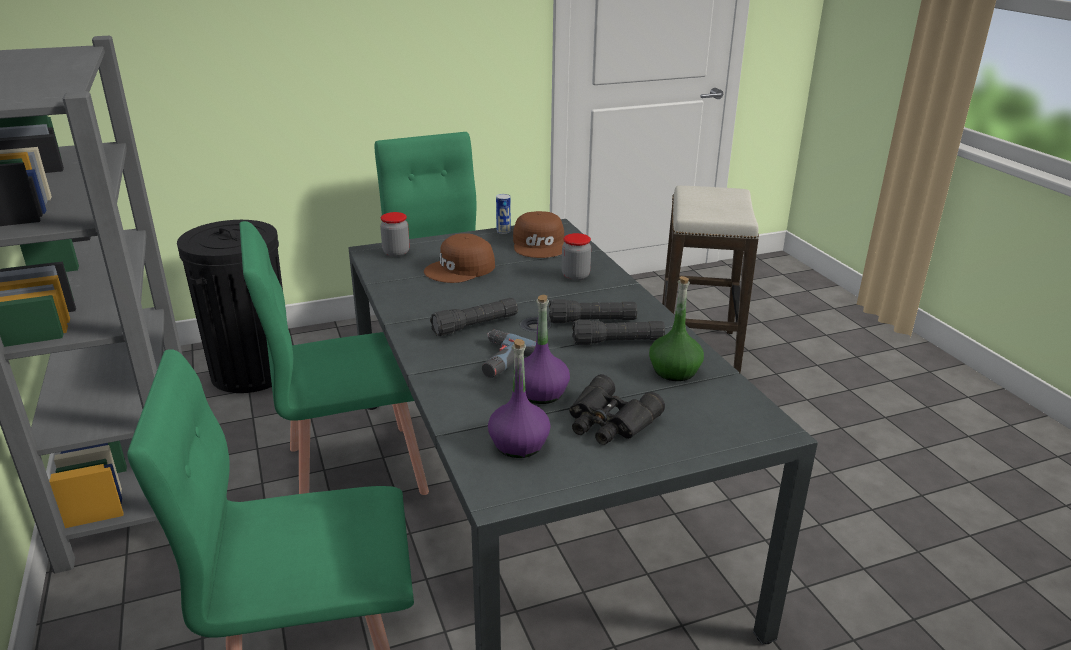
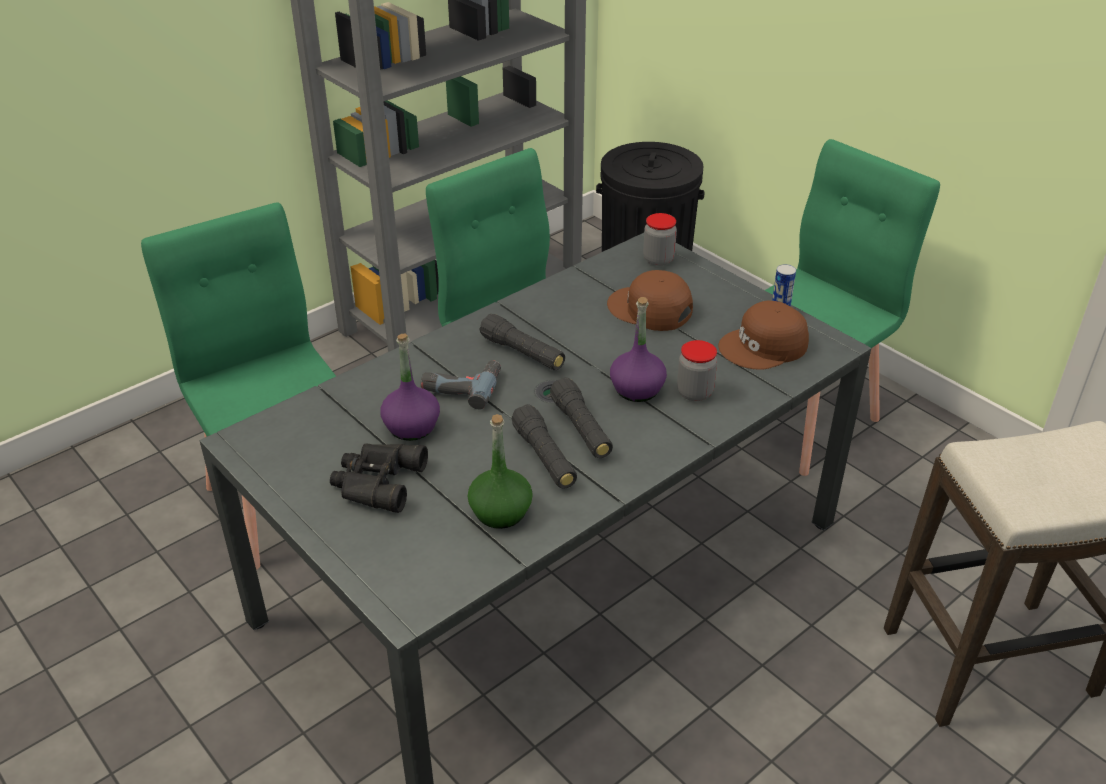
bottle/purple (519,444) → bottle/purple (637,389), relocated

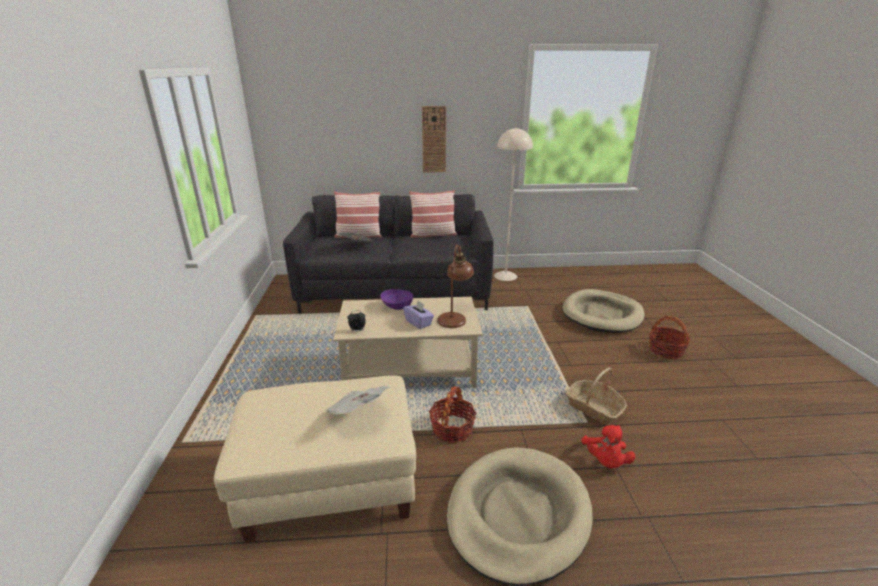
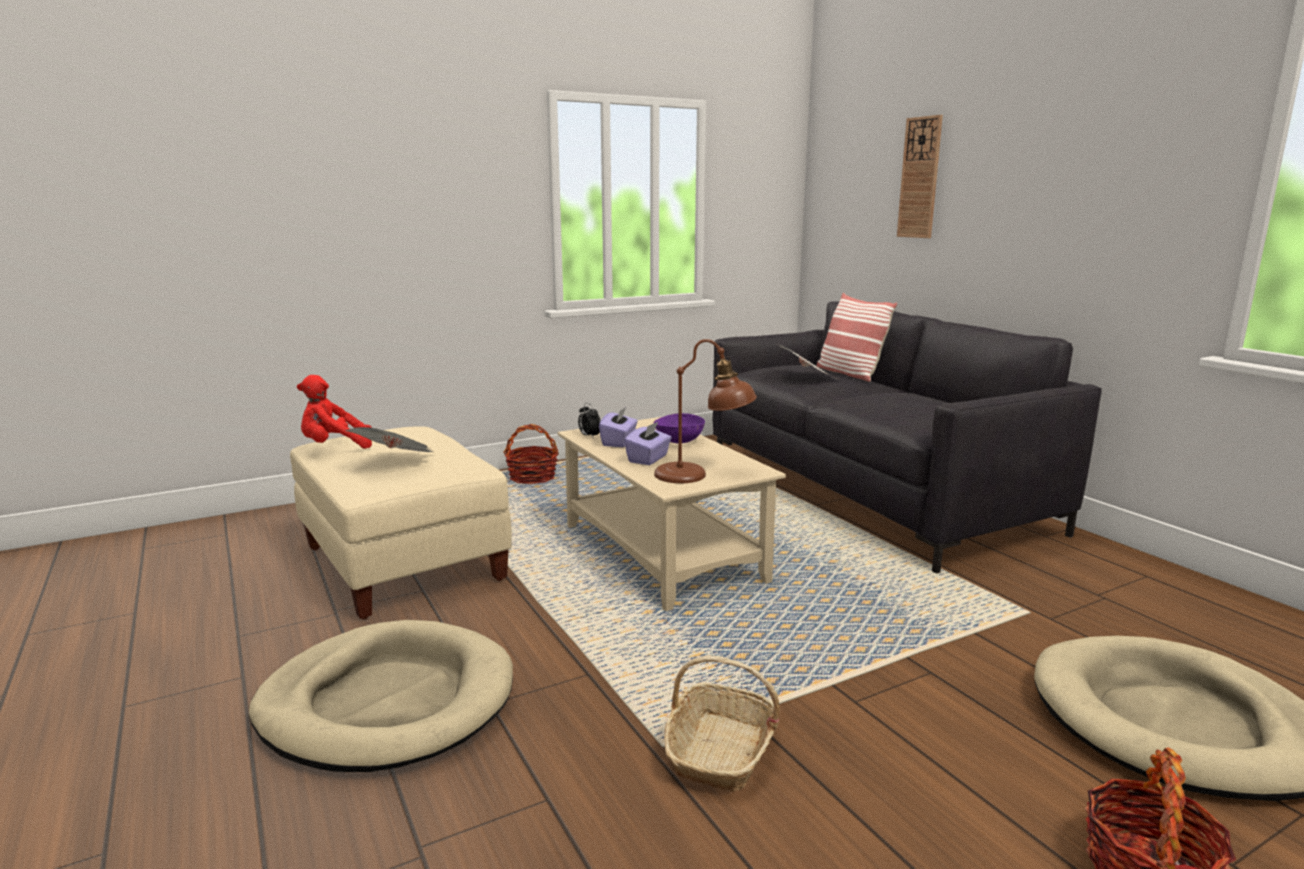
plush toy/red (605,461) → plush toy/red (334,447), relocated
basket (452,428) → basket (532,477), relocated
- → tissue box/purple (619,442)
wall clock (434,139) → wall clock (920,178), relocated
pillow (433,235) → -
floor lamp/beige (505,276) → -

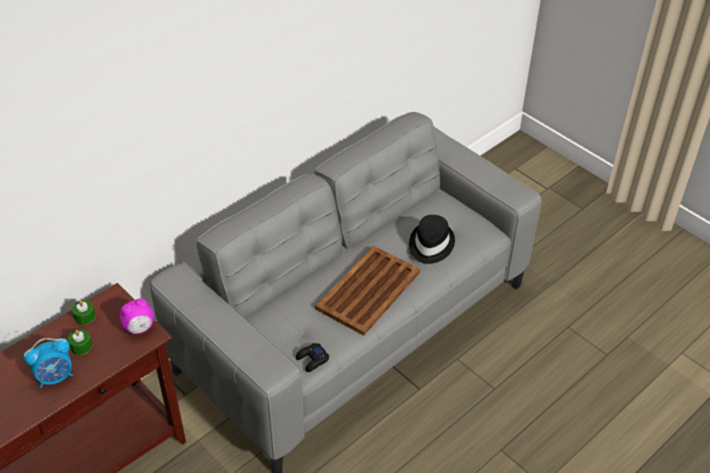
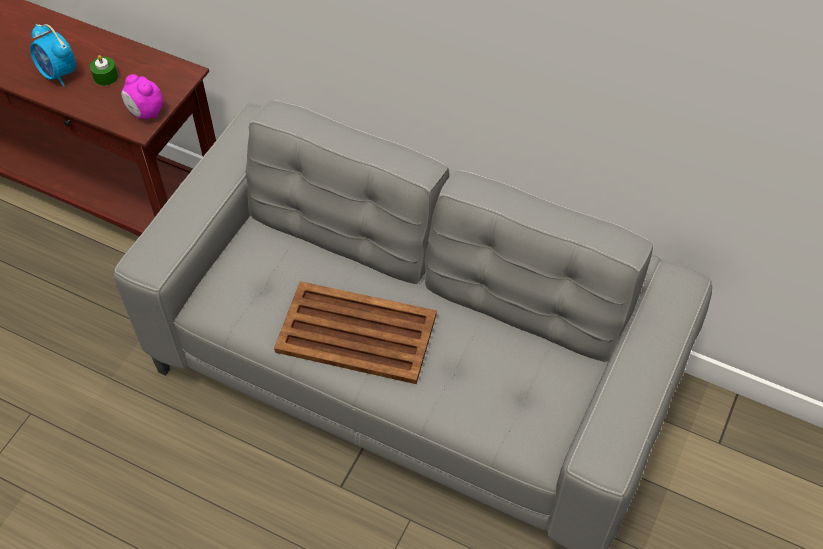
candle/green (85,316) → -
game controller/black (312,360) → -
hat/black (430,244) → -

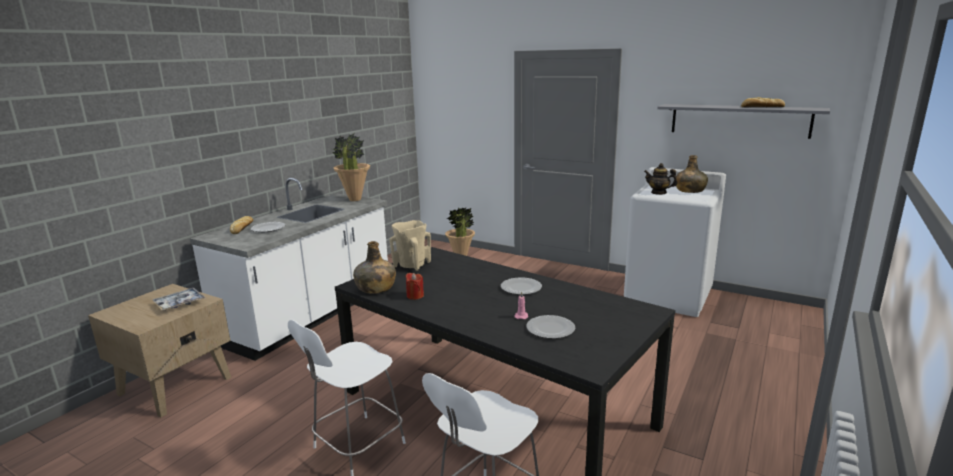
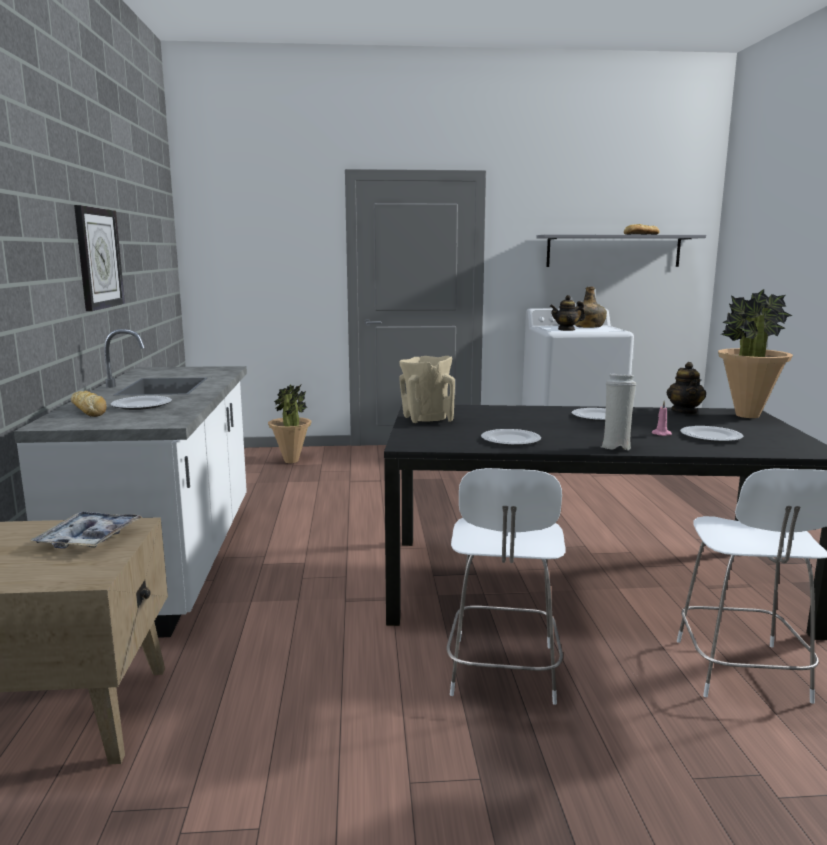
- → wall clock (98,258)
candle/red (415,296) → plate (510,440)
- → vase/white (615,447)
- → teapot (684,412)
potted plant (354,199) → potted plant (747,415), relocated
bottle/green (375,288) → -

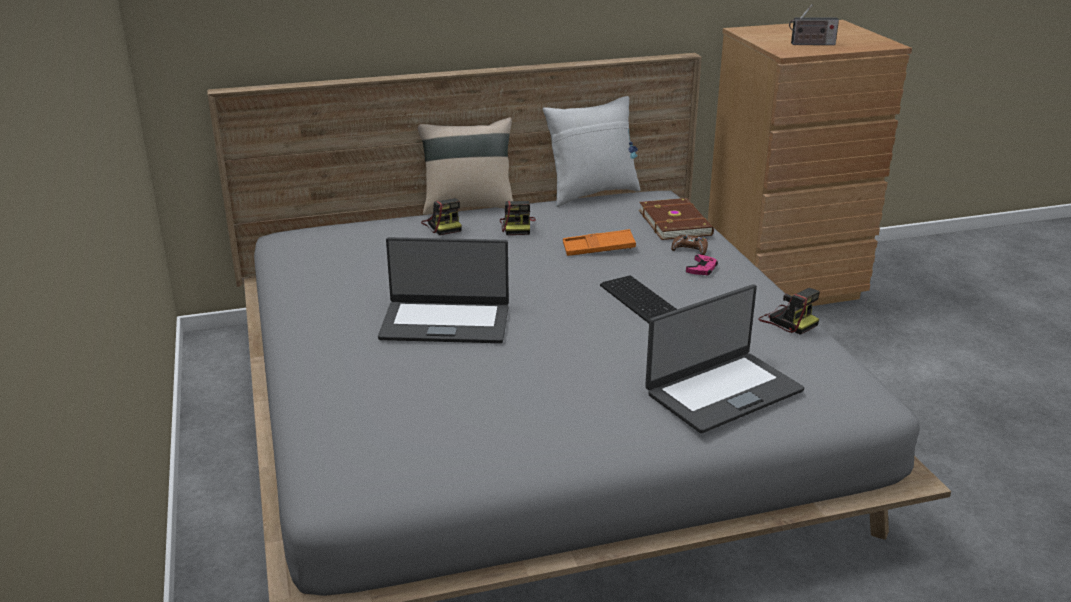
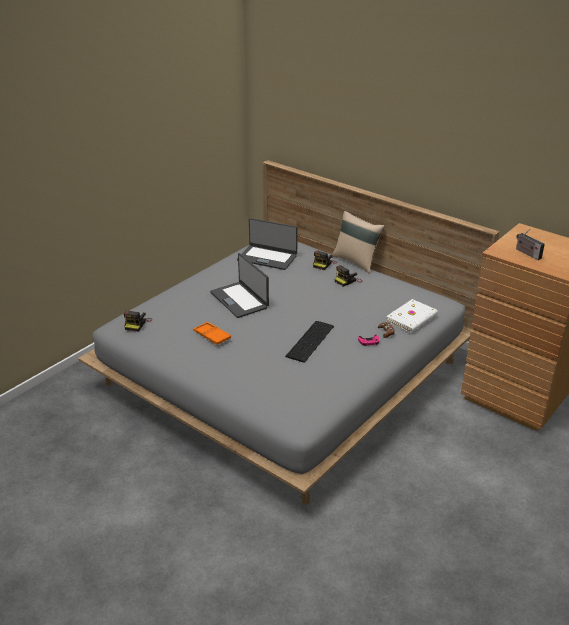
photo camera (787,321) → photo camera (137,324), relocated
tray/orange (598,248) → tray/orange (212,336), relocated
laptop (722,391) → laptop (267,257), relocated
book/brown (676,222) → book/white (412,318)
pillow/grey (592,194) → -

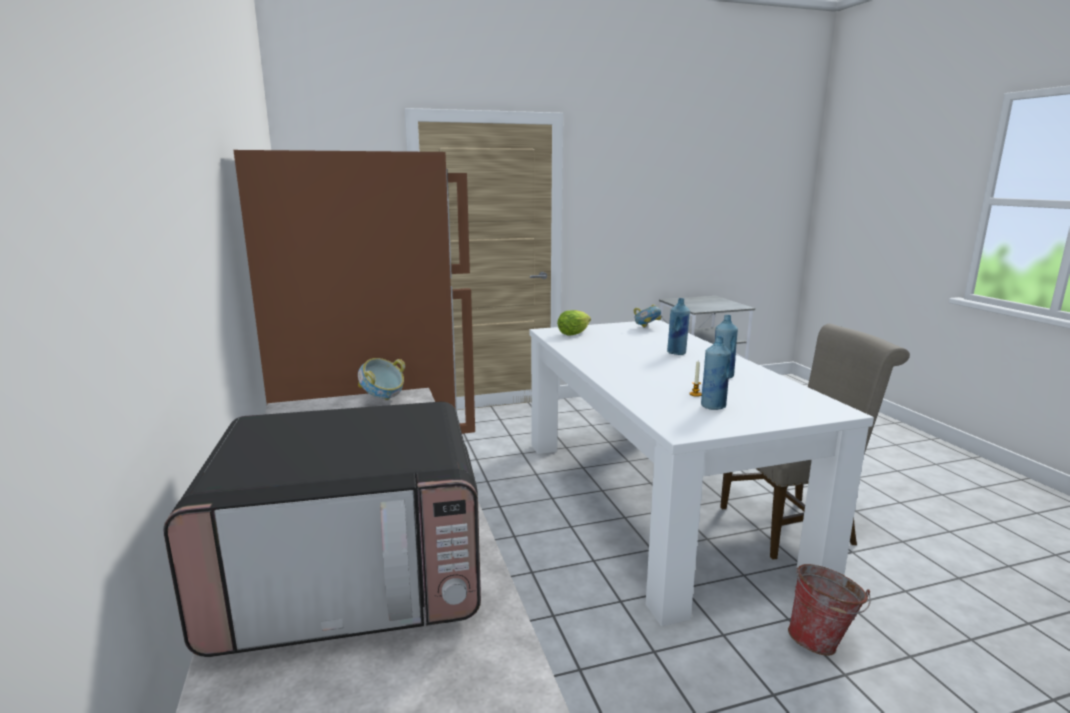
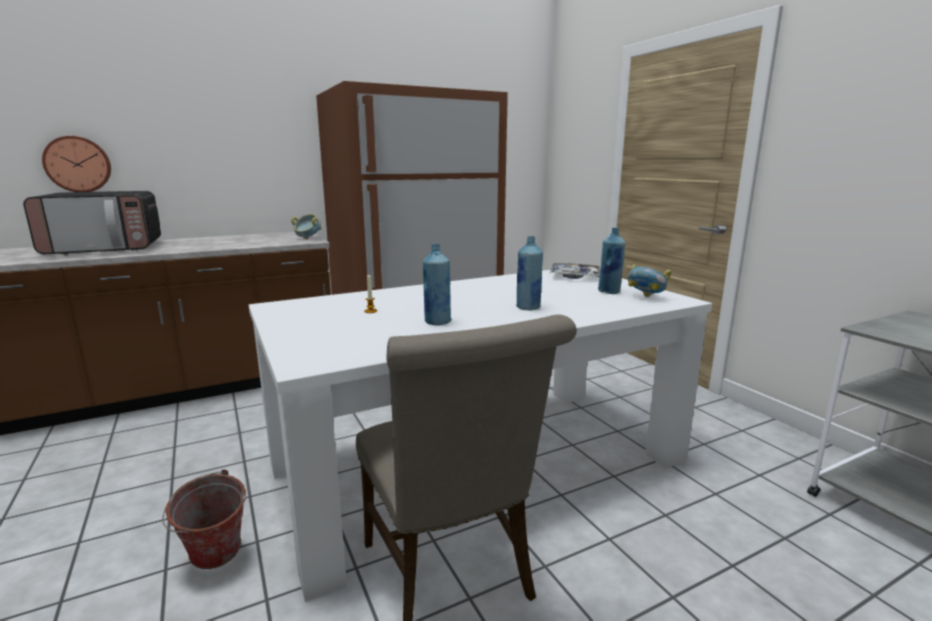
microwave (353,576) → microwave (106,248), 90 degrees counterclockwise
- → wall clock (78,164)
lettuce (573,333) → tray (575,276)
bottle/blue (713,406) → bottle/blue (609,292), relocated

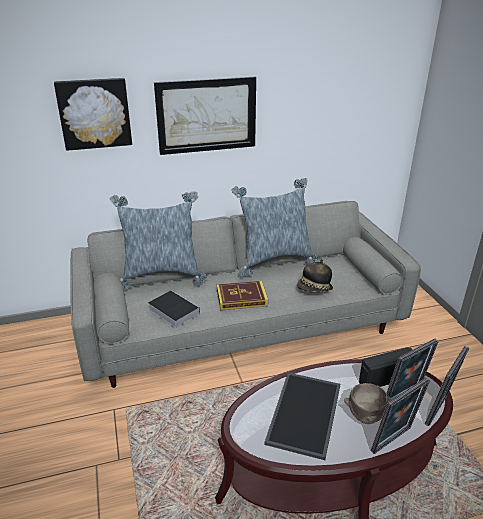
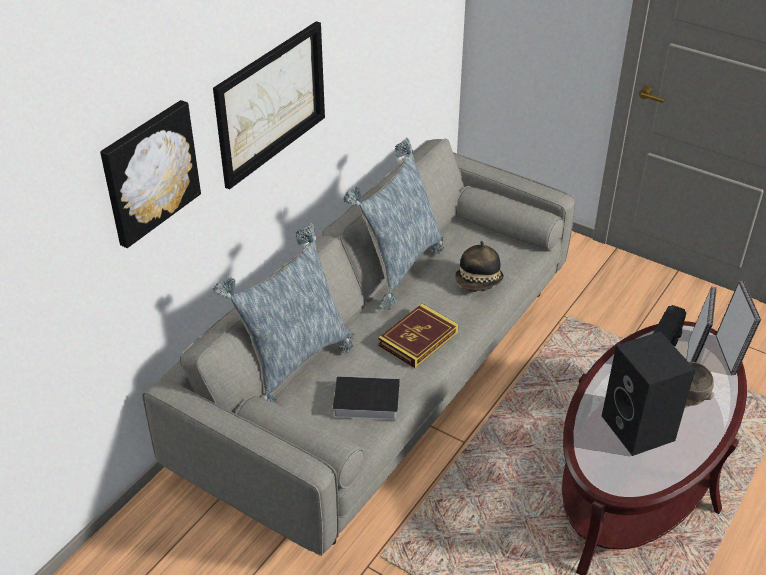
tray (306,414) → speaker/black (640,429)
picture frame (393,441) → -

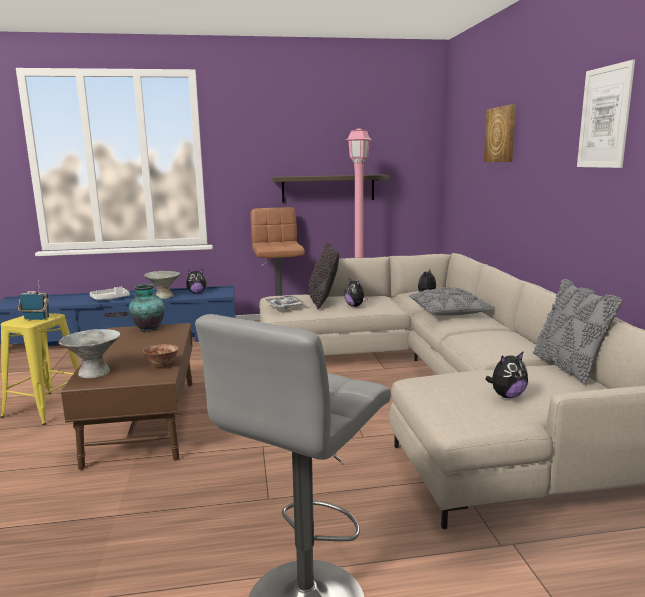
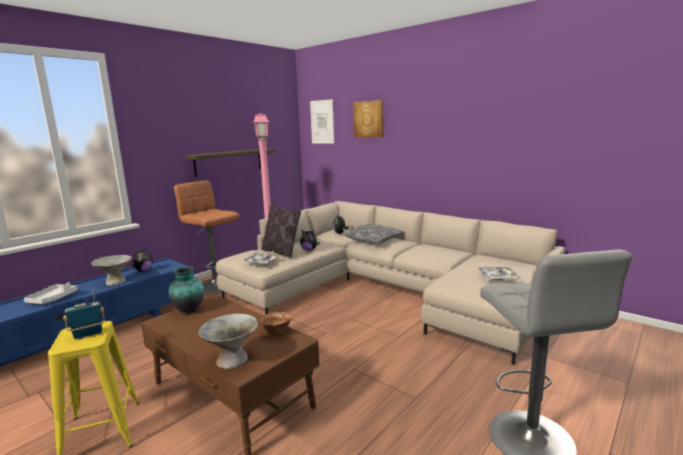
picture (604,117) → picture (322,122), relocated
plush toy (506,396) → tray (498,277)
pillow/grey (568,367) → -

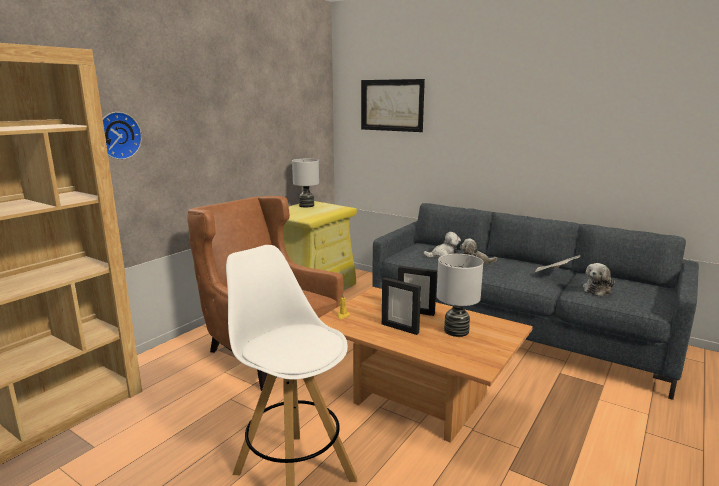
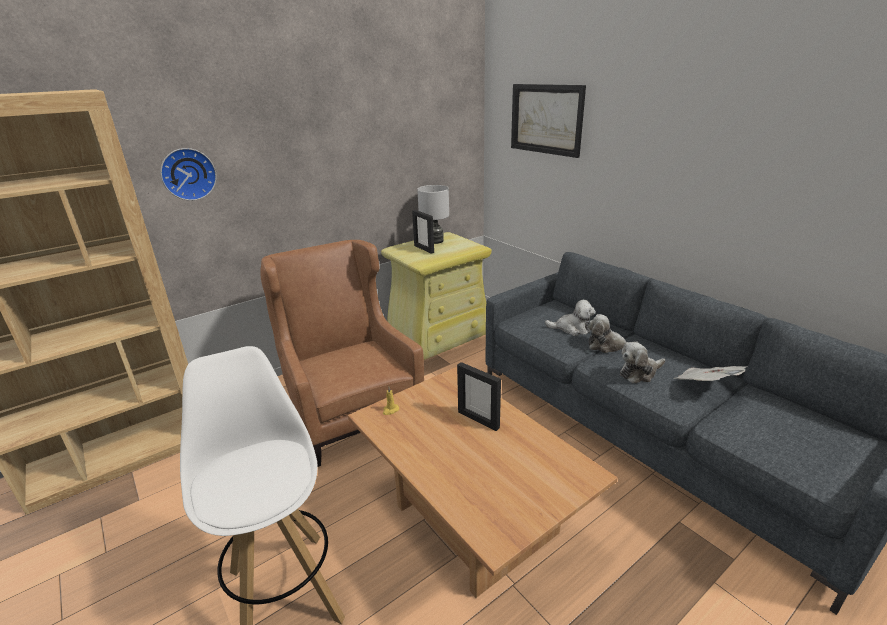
picture frame (400,328) → picture frame (424,249), relocated
plush toy (598,289) → plush toy (639,373), relocated
table lamp/grey (456,331) → -

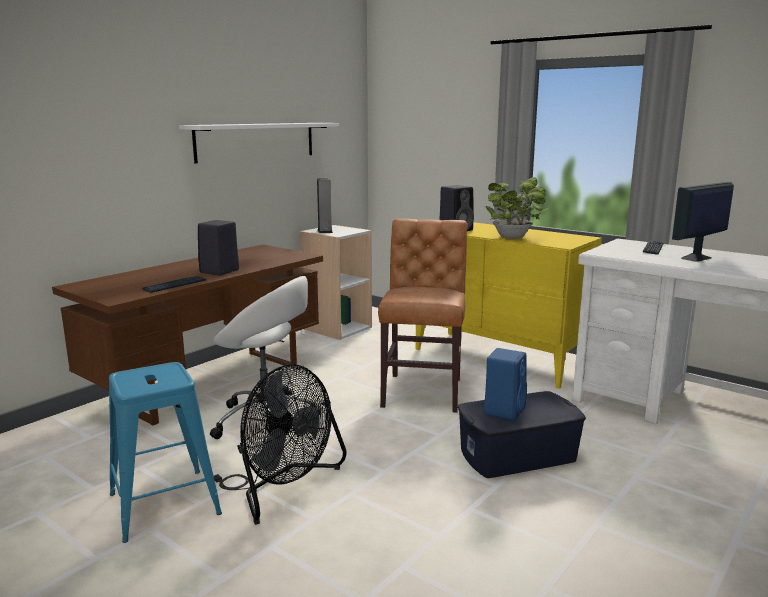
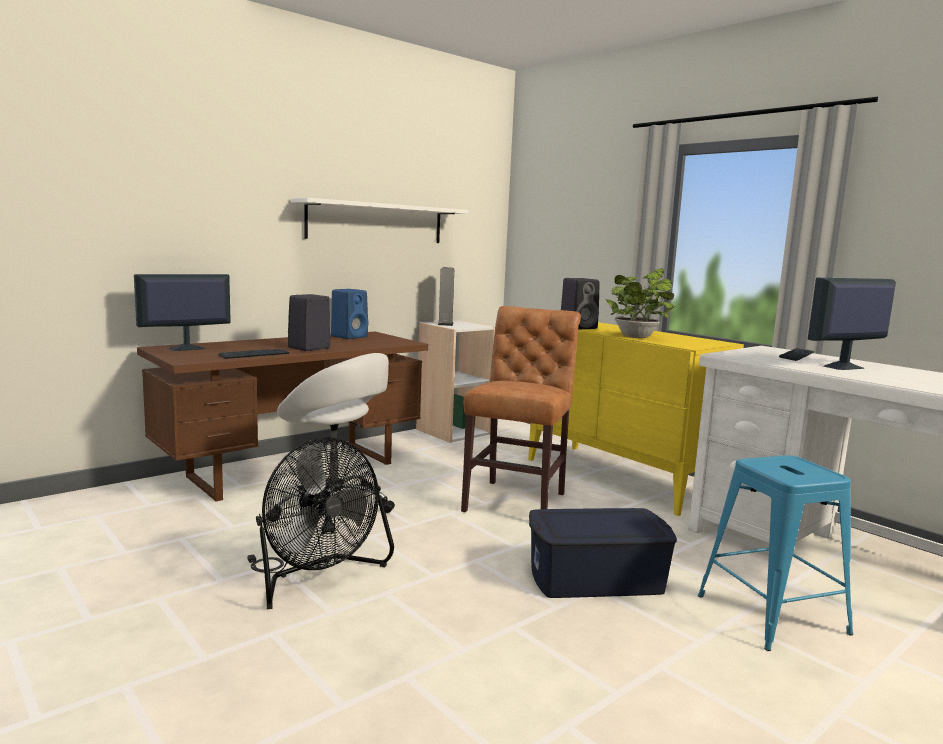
- → monitor (186,348)
speaker/blue (504,410) → speaker/blue (350,336), relocated
stool/blue (165,504) → stool/blue (772,614), relocated

